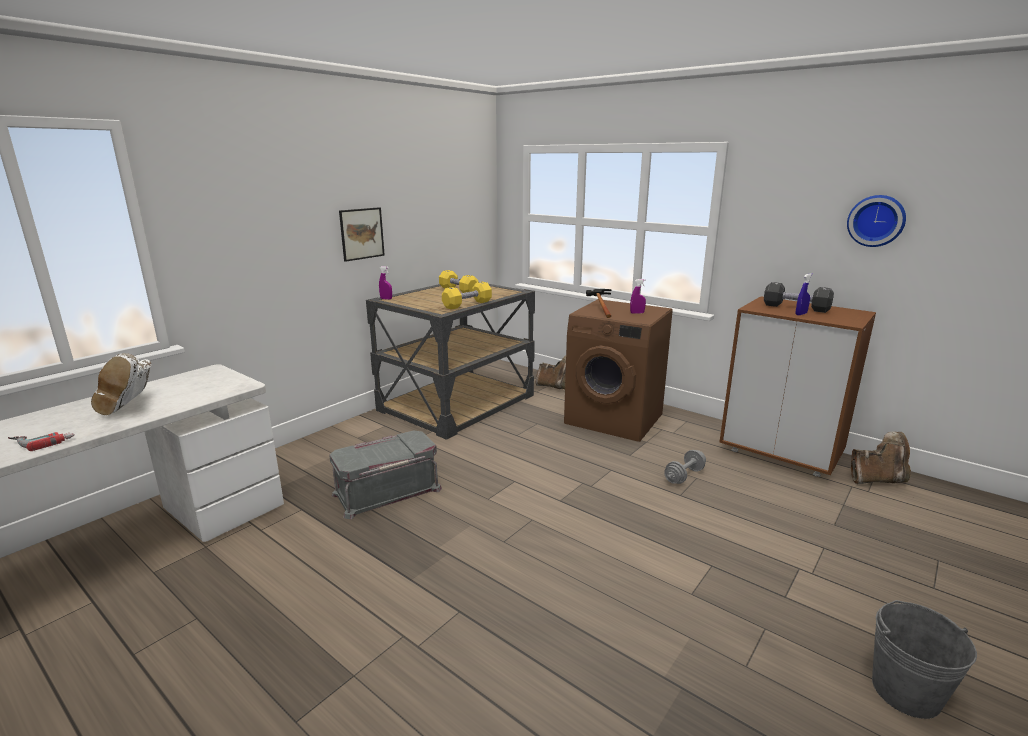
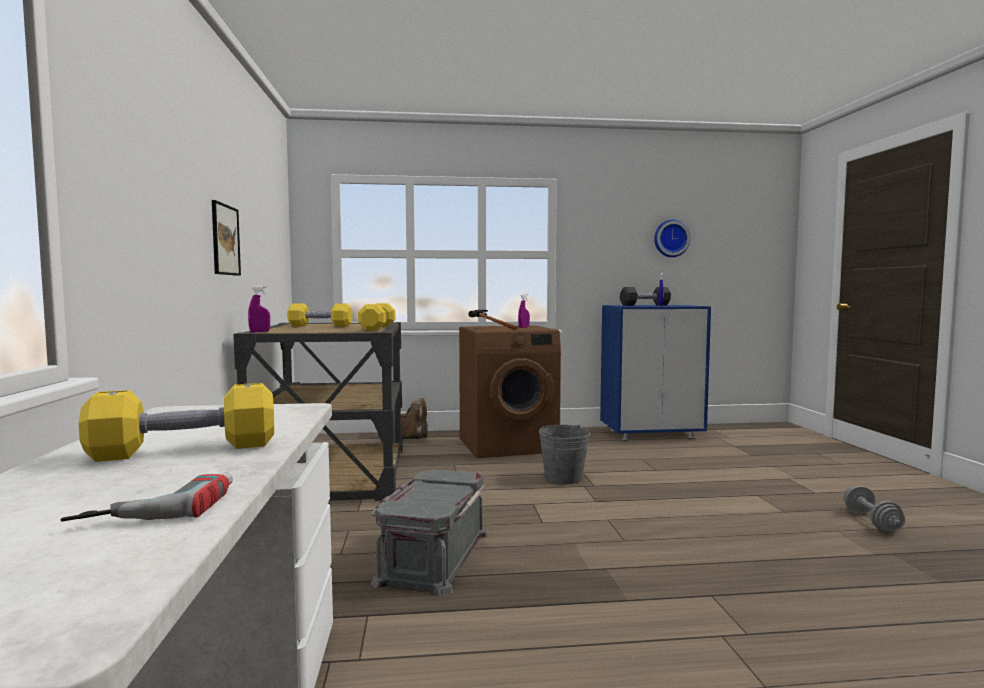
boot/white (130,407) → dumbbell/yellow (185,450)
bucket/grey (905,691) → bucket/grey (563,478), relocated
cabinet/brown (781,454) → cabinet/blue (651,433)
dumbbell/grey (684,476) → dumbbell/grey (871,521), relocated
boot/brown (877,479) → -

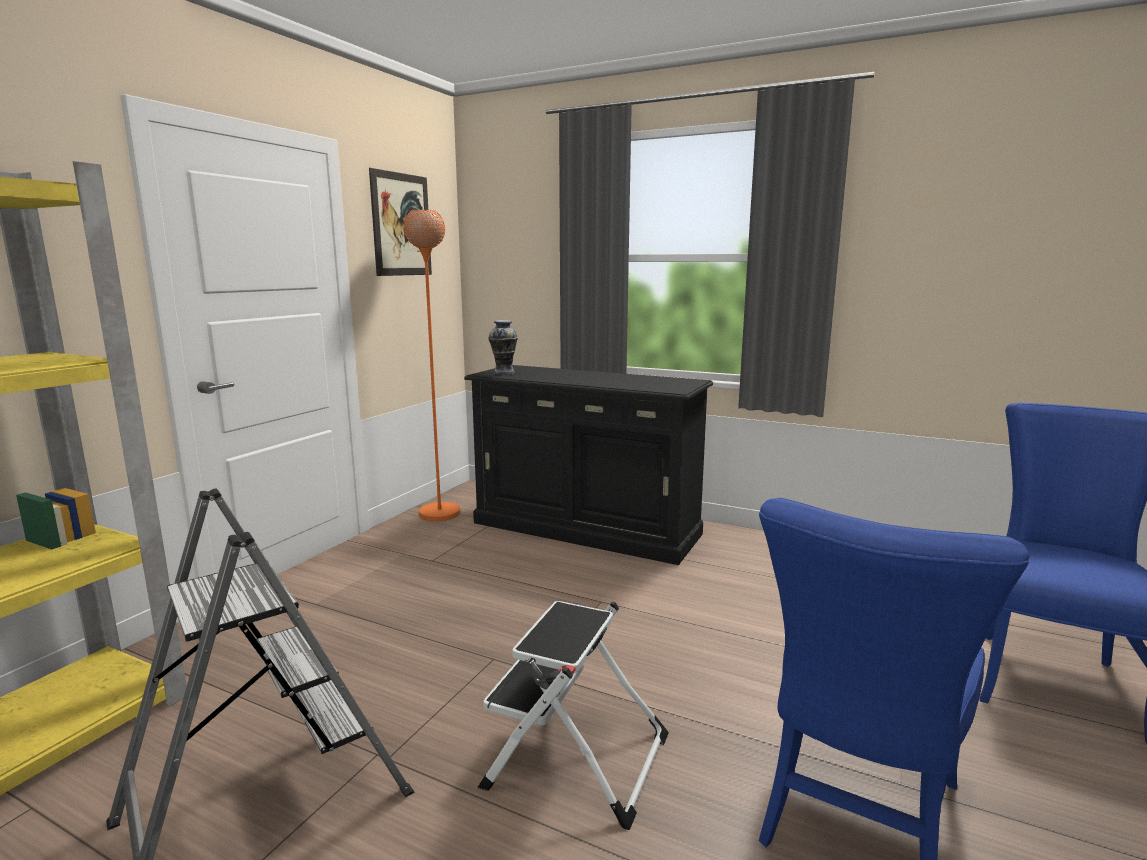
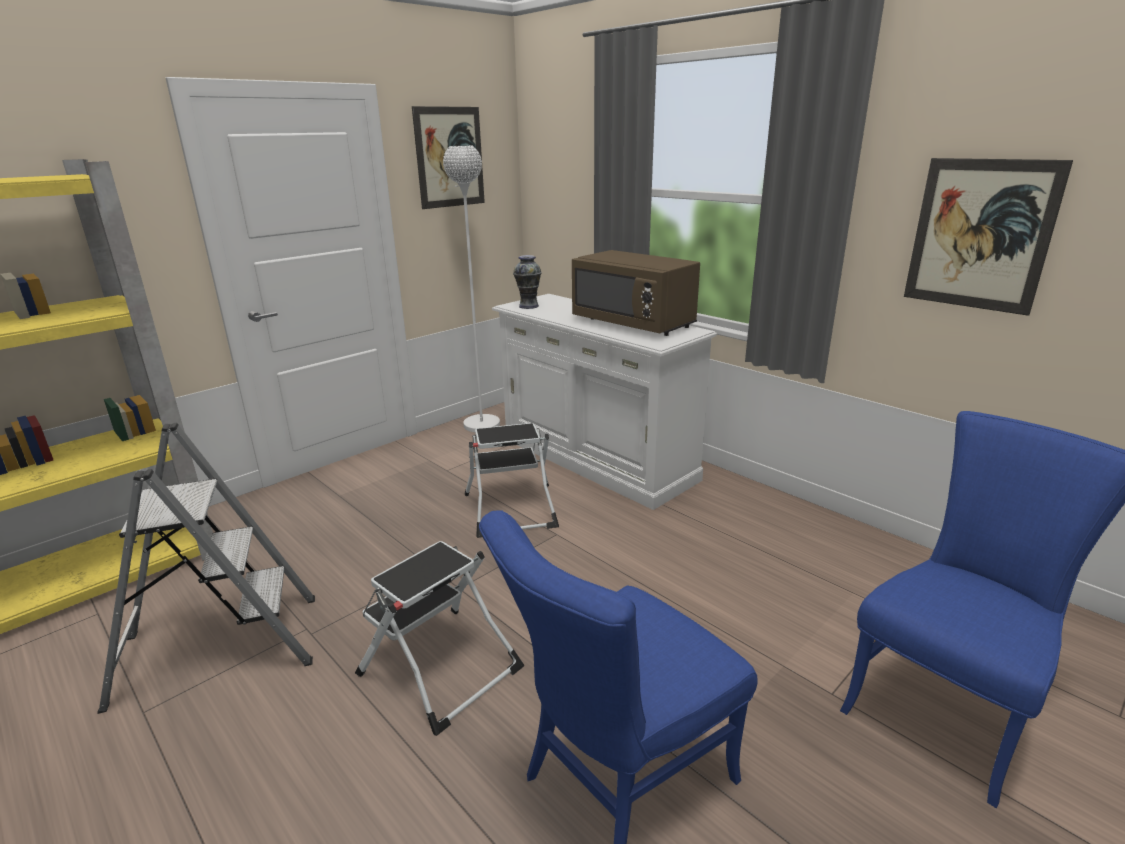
floor lamp/orange (439,513) → floor lamp/white (481,425)
- → step ladder (511,507)
cabinet/black (586,528) → cabinet/white (596,458)
- → microwave/brown (633,323)
- → picture (980,235)

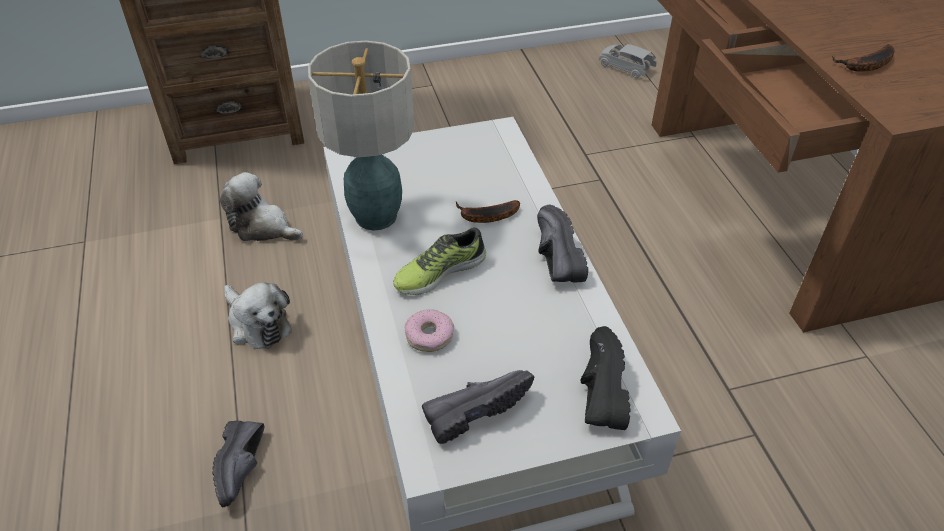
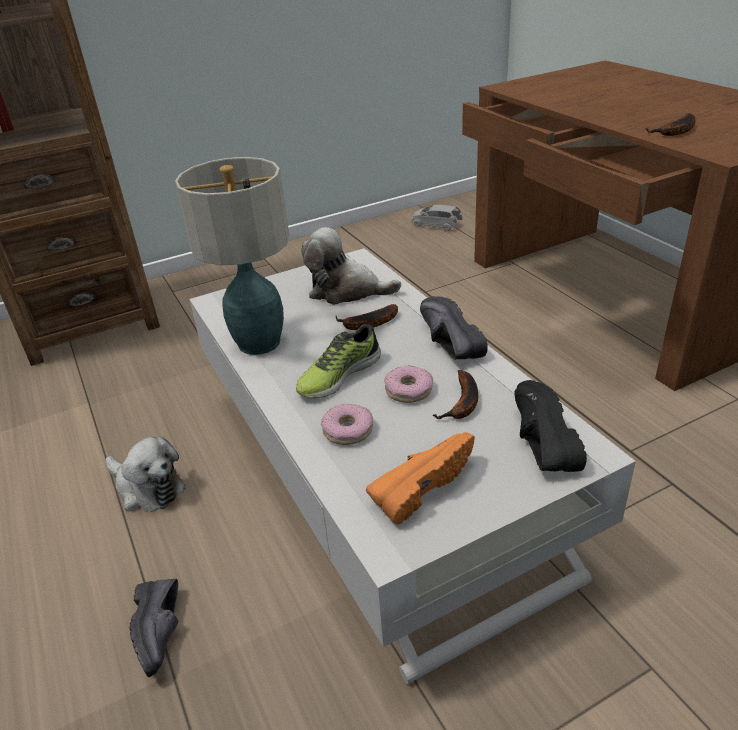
plush toy (262,227) → plush toy (346,291), relocated
shoe/black (475,409) → shoe/orange (420,485)
- → donut (408,390)
- → banana (463,403)

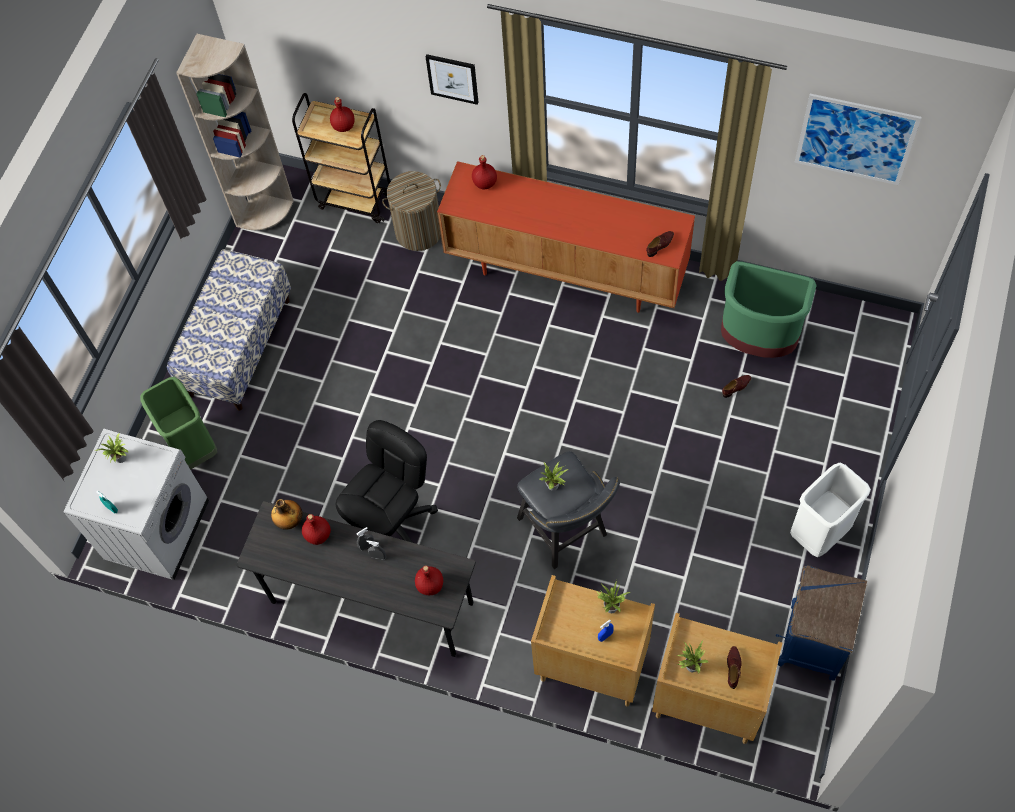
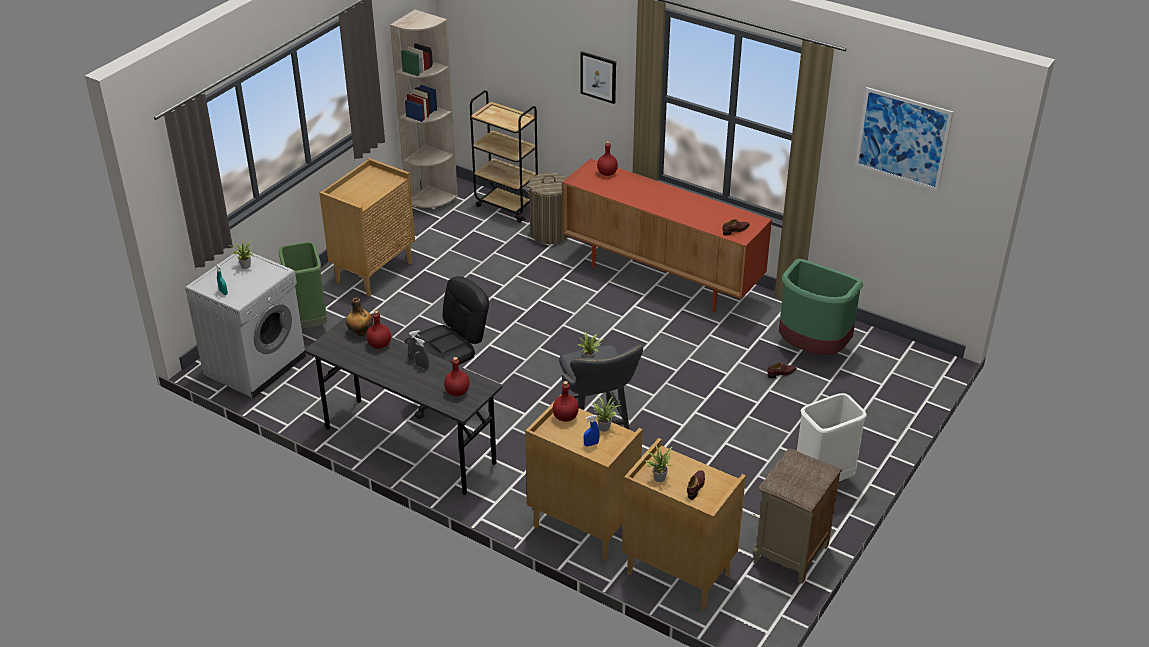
bench (239,347) → cabinet/brown (374,272)
bottle/red (344,126) → bottle/red (566,417), relocated
nightstand/blue (810,642) → nightstand/beige (789,553)

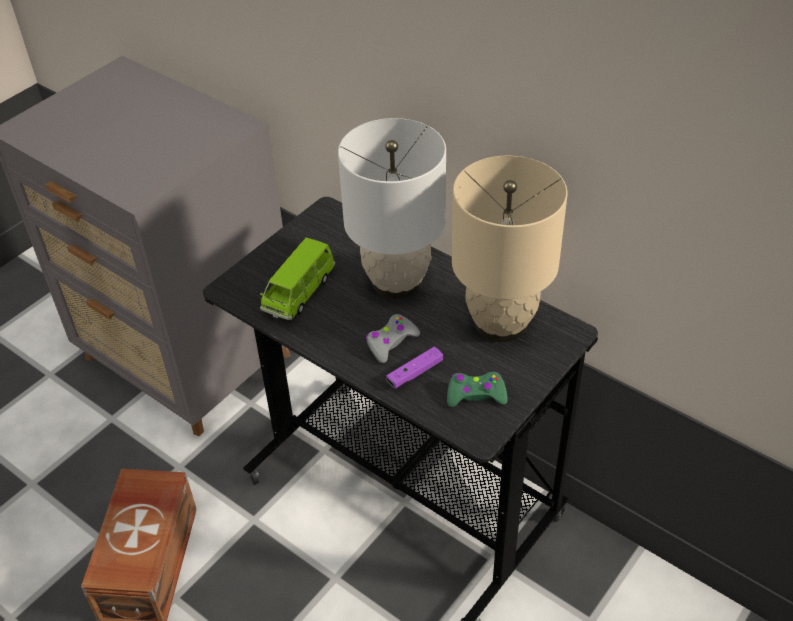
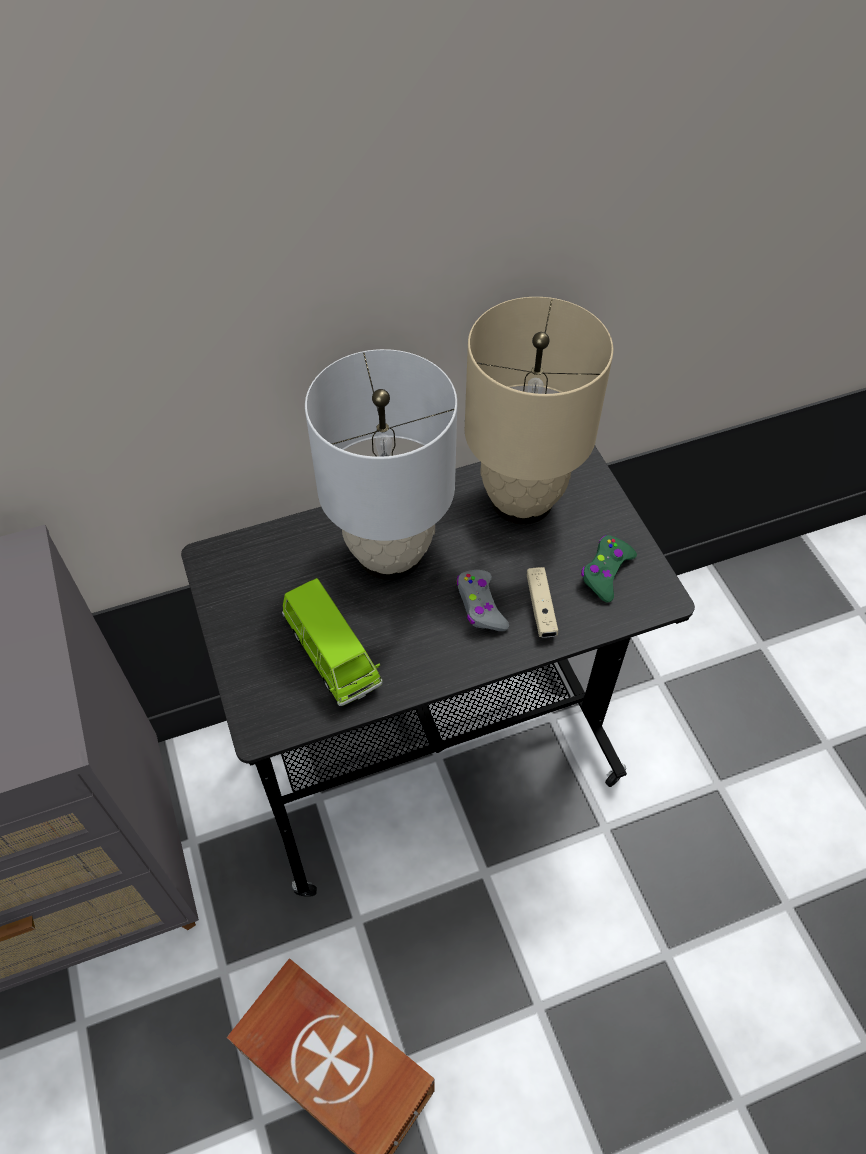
game controller/purple (415,373) → game controller/beige (541,607)

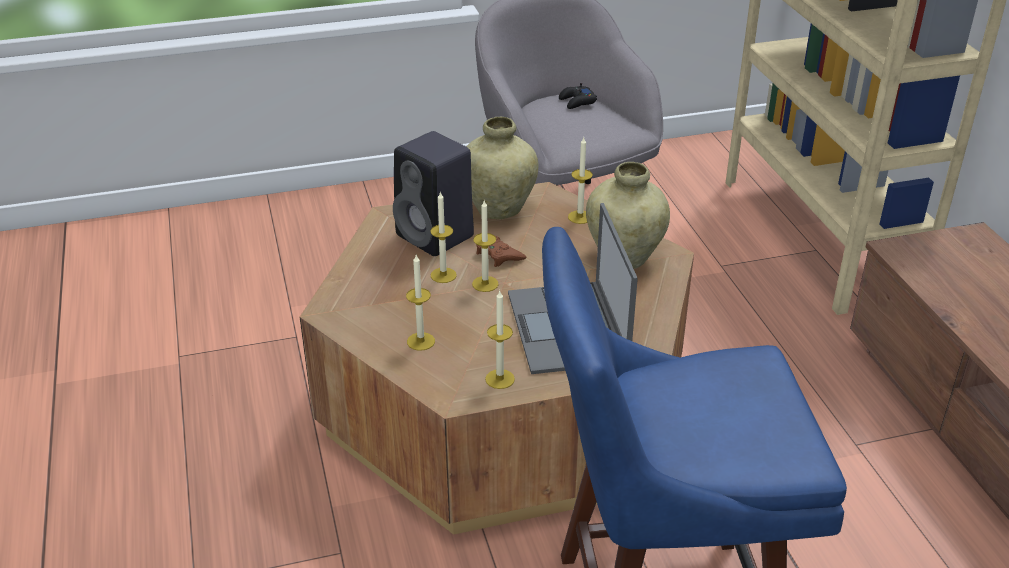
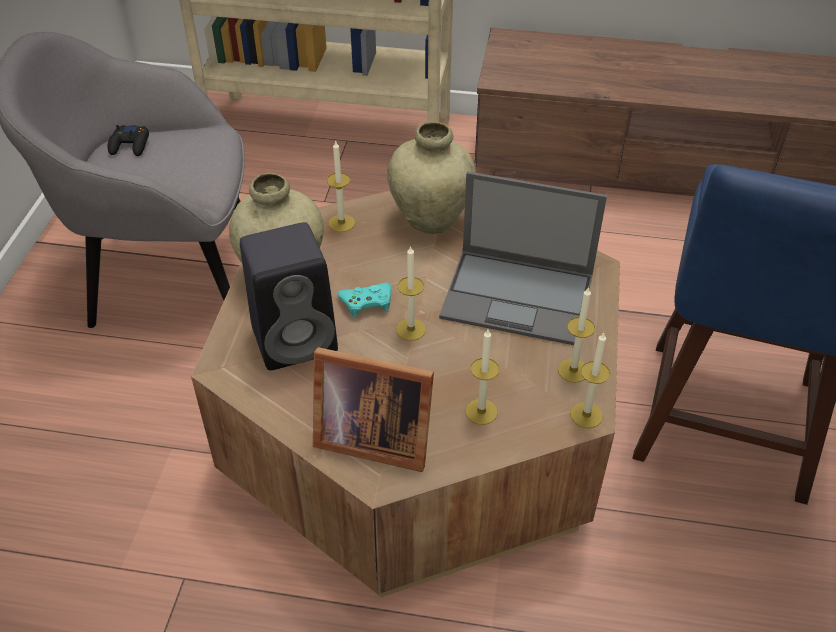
- → picture frame (370,436)
game controller/brown (499,255) → game controller/turquoise (367,302)
candle (443,275) → candle (586,415), relocated

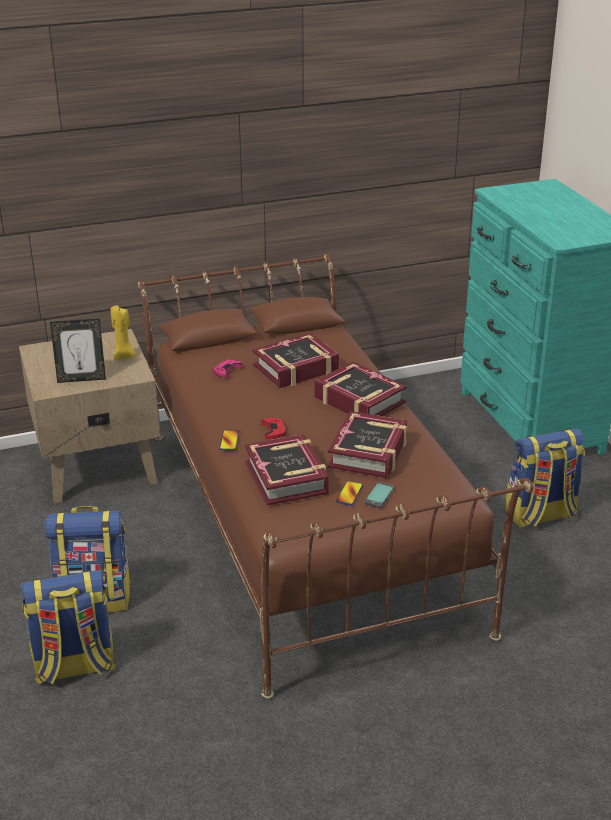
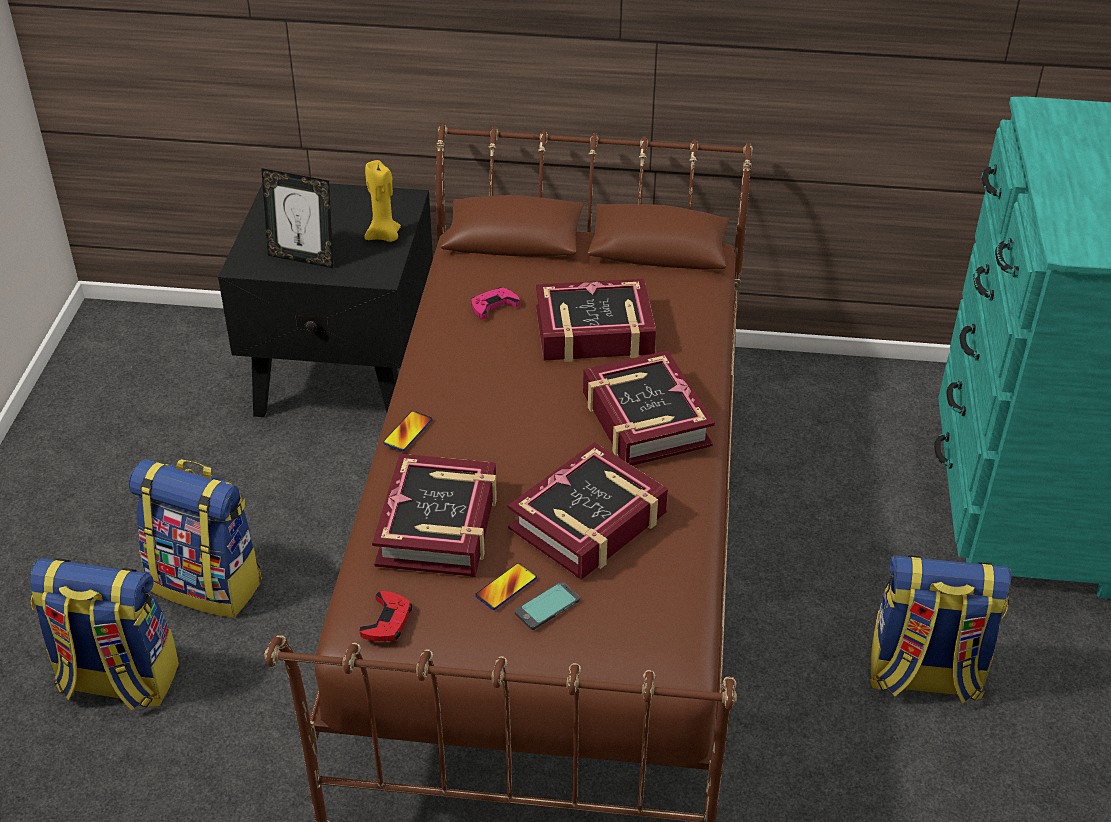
nightstand/beige (99,465) → nightstand/black (346,374)
game controller/red (274,431) → game controller/red (387,621), relocated

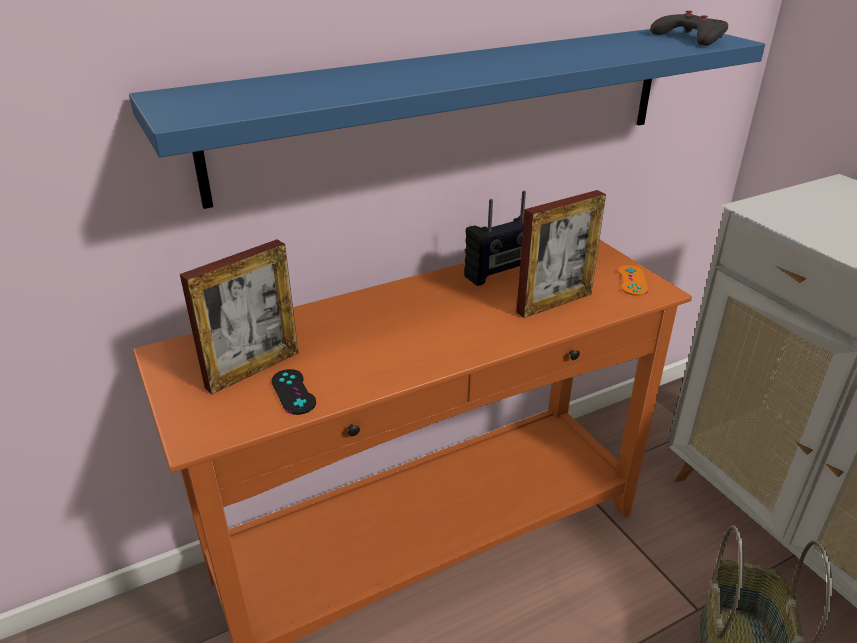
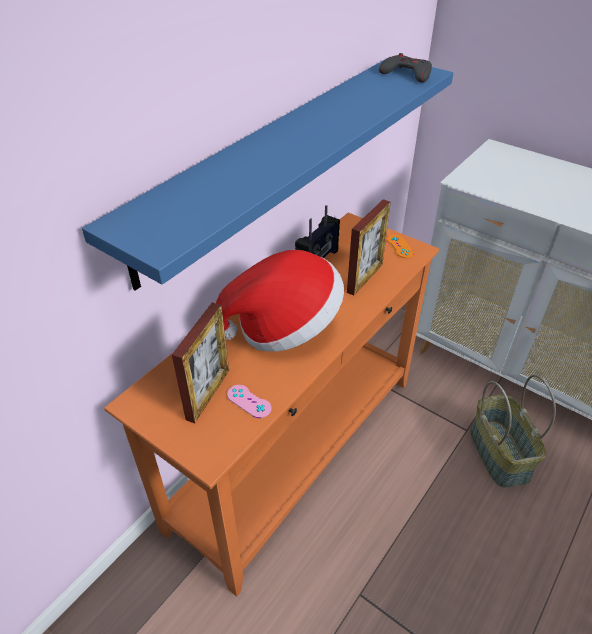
- → hat (284,326)
game controller/black (293,392) → game controller/pink (249,401)

